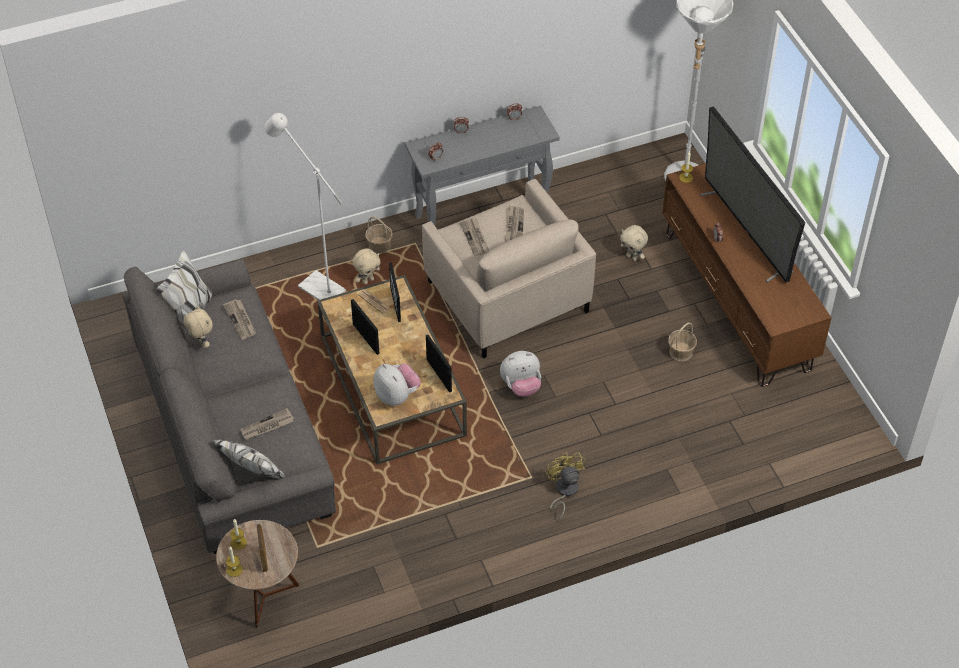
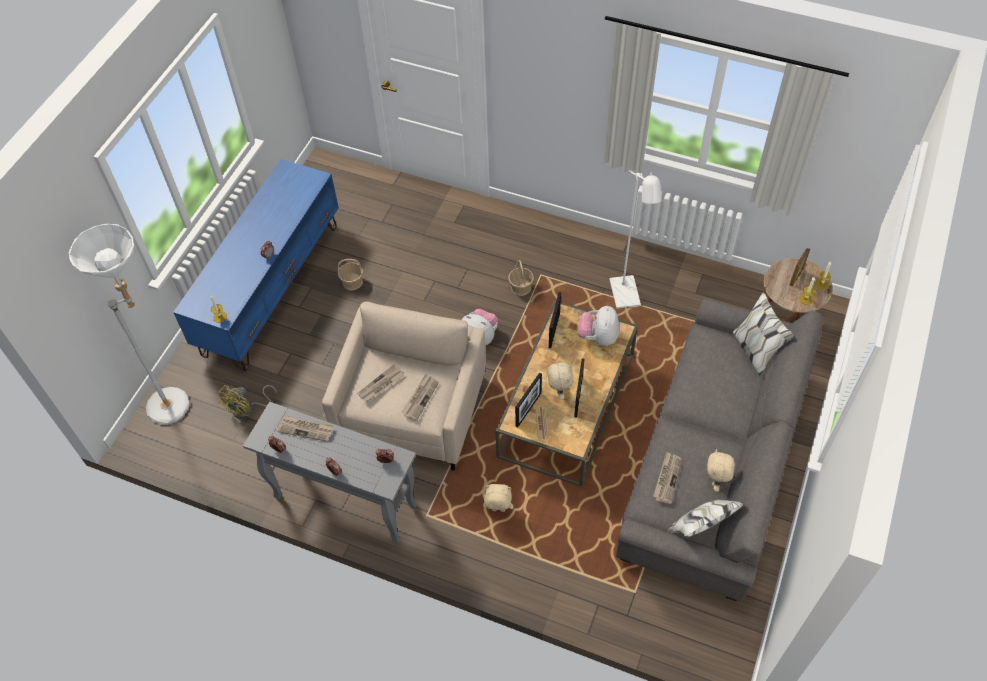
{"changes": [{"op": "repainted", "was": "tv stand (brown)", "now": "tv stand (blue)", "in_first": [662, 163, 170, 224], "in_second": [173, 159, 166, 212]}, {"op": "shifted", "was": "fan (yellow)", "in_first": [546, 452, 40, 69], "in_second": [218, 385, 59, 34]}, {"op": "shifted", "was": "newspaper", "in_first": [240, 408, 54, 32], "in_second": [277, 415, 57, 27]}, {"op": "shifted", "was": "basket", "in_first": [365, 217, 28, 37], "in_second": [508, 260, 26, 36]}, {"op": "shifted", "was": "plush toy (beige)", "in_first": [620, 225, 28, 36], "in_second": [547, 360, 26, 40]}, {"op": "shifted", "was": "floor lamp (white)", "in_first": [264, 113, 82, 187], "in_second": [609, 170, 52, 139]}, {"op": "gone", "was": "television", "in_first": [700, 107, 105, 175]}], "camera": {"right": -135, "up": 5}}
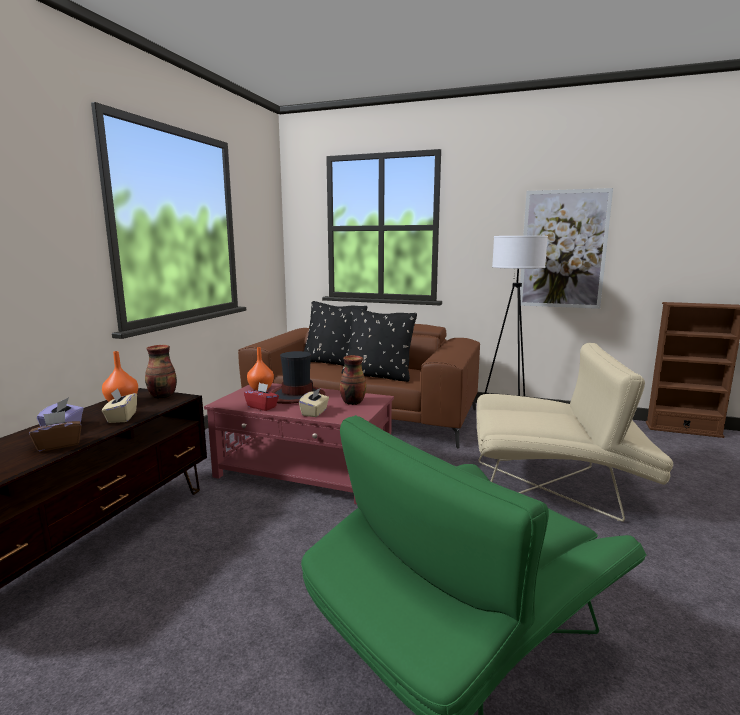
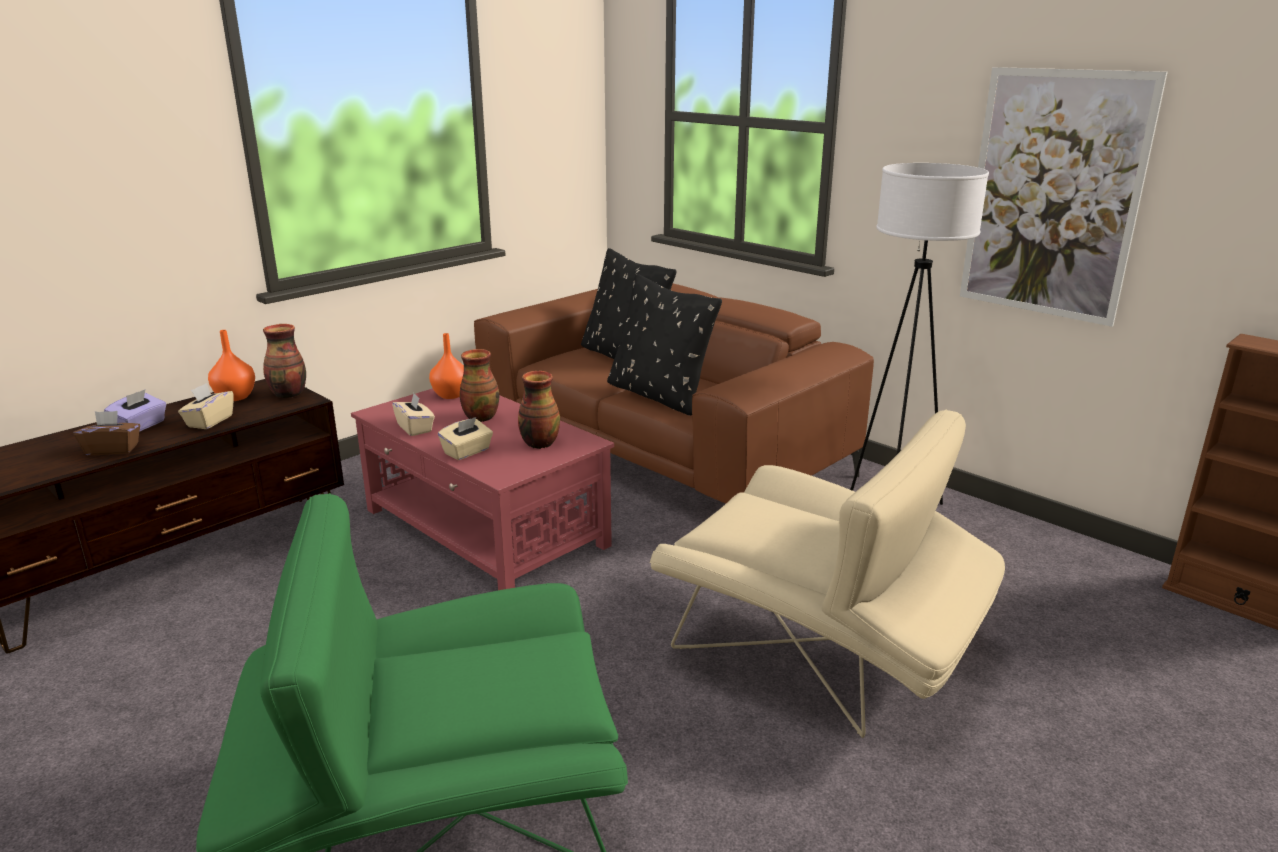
{"changes": [{"op": "repainted", "was": "tissue box (red)", "now": "tissue box (beige)", "in_first": [244, 383, 35, 28], "in_second": [392, 393, 43, 43]}, {"op": "swapped", "was": "hat", "now": "vase", "in_first": [271, 351, 55, 53], "in_second": [460, 349, 39, 73]}], "camera": {"right": 25, "up": 10}}
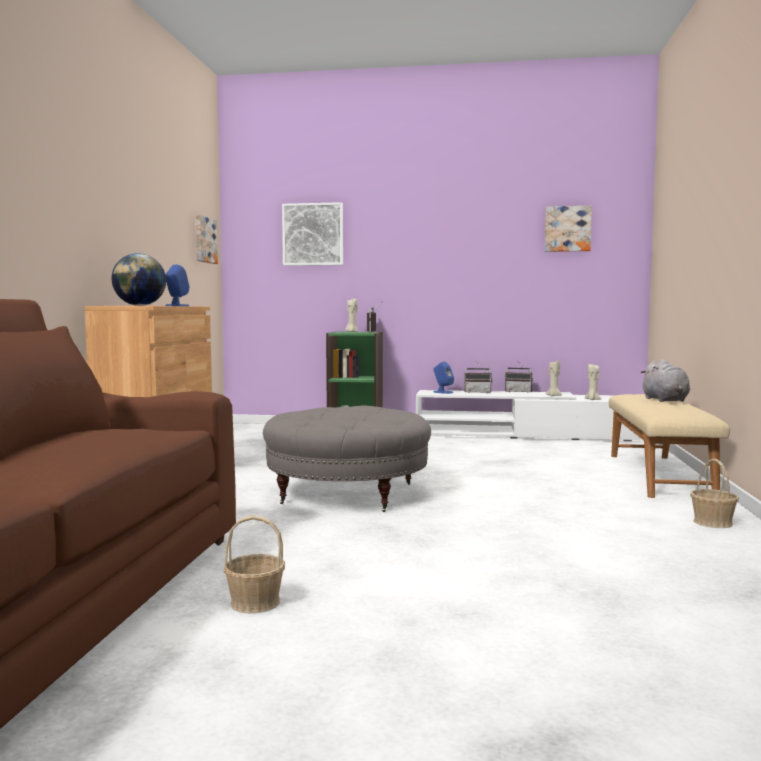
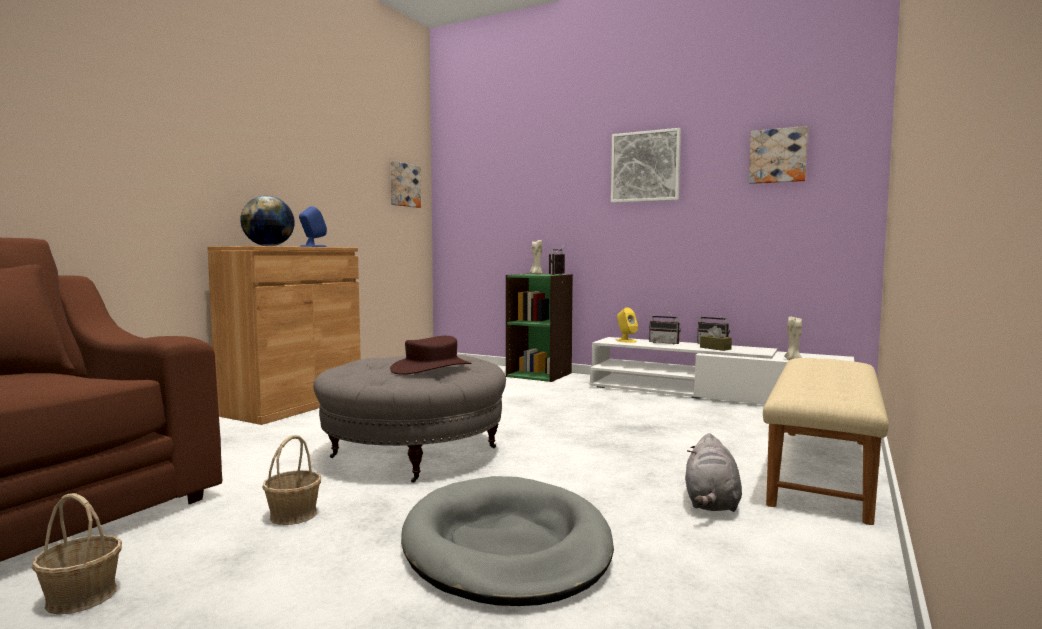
{"changes": [{"op": "shifted", "was": "basket", "in_first": [690, 459, 49, 69], "in_second": [262, 435, 59, 90]}, {"op": "new", "now": "hat (brown)", "in_second": [390, 336, 81, 39]}, {"op": "new", "now": "dog bed (grey)", "in_second": [401, 476, 213, 130]}, {"op": "shifted", "was": "picture", "in_first": [282, 202, 61, 64], "in_second": [611, 128, 70, 75]}, {"op": "repainted", "was": "speaker (blue)", "now": "speaker (yellow)", "in_first": [434, 361, 20, 33], "in_second": [616, 307, 22, 36]}, {"op": "shifted", "was": "plush toy (grey)", "in_first": [640, 359, 50, 43], "in_second": [685, 433, 57, 79]}, {"op": "new", "now": "tissue box (brown)", "in_second": [700, 326, 32, 25]}, {"op": "gone", "was": "candle (beige)", "in_first": [545, 361, 17, 35]}], "camera": {"right": 20, "up": 0}}
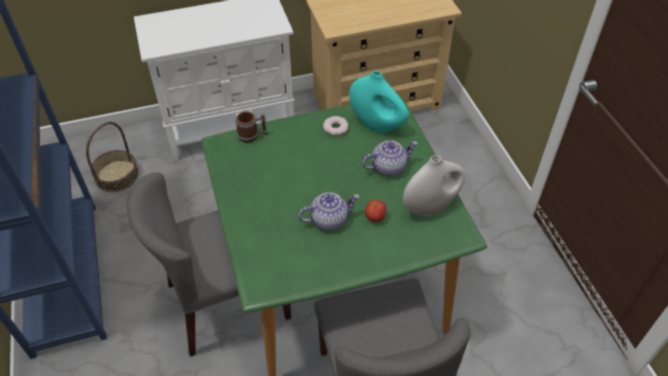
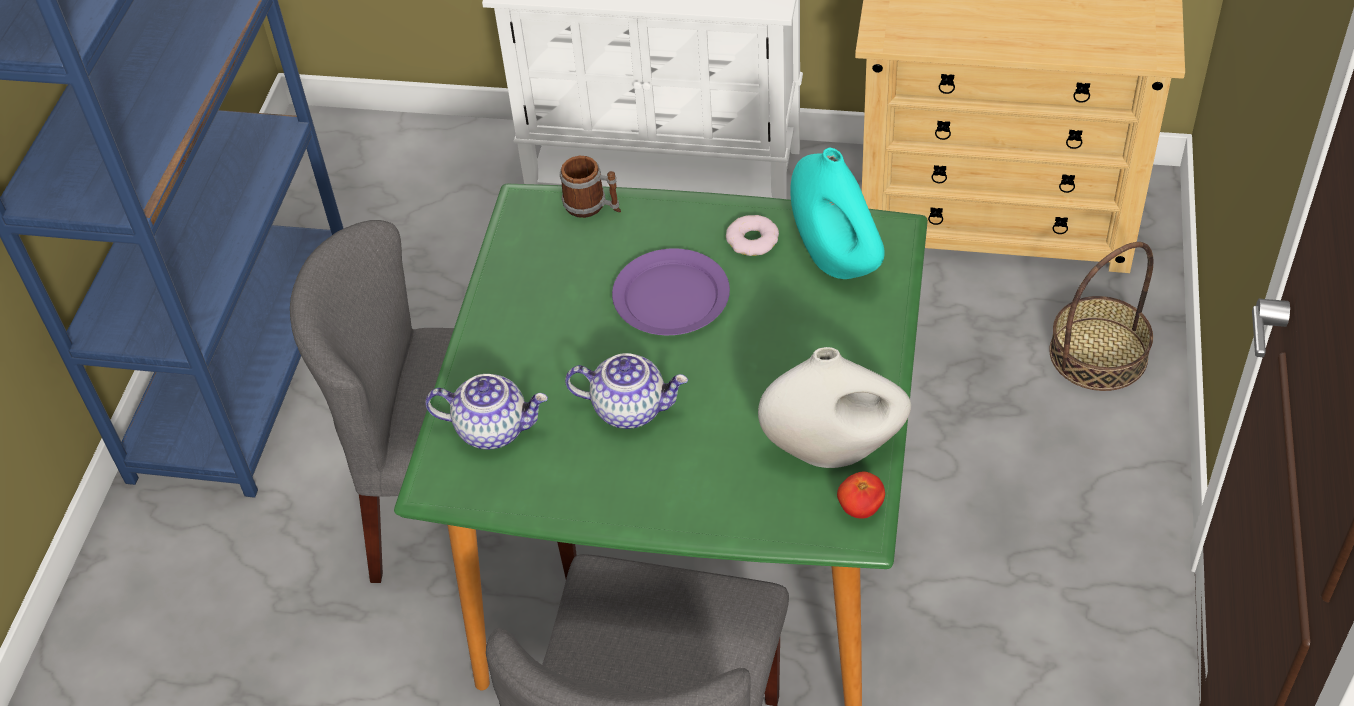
{"changes": [{"op": "shifted", "was": "teapot", "in_first": [362, 140, 56, 36], "in_second": [425, 374, 123, 75]}, {"op": "new", "now": "plate (purple)", "in_second": [612, 248, 118, 87]}, {"op": "shifted", "was": "tomato", "in_first": [365, 200, 22, 22], "in_second": [837, 471, 48, 48]}, {"op": "shifted", "was": "basket", "in_first": [86, 122, 53, 70], "in_second": [1049, 242, 105, 149]}], "camera": {"right": 30, "up": 0}}
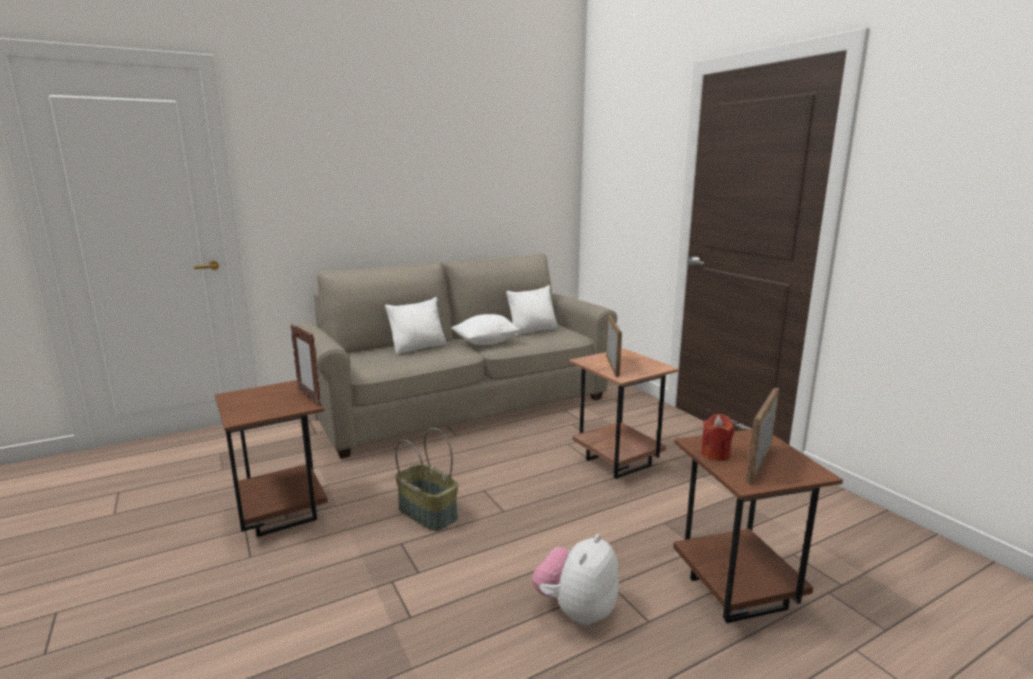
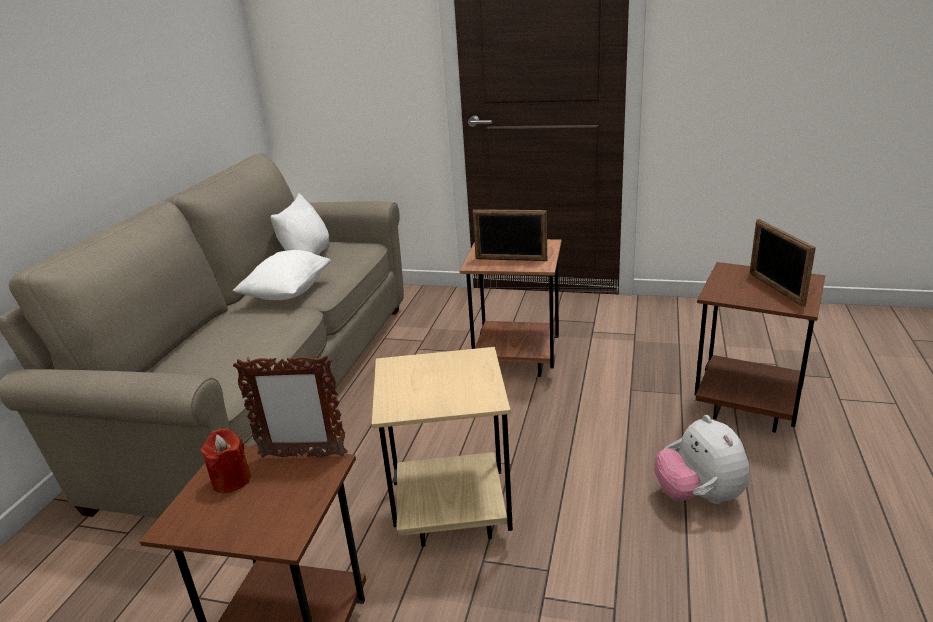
{"changes": [{"op": "shifted", "was": "candle (red)", "in_first": [701, 414, 33, 47], "in_second": [201, 428, 50, 65]}, {"op": "swapped", "was": "basket", "now": "side table (beige)", "in_first": [395, 428, 63, 103], "in_second": [372, 347, 141, 200]}, {"op": "rotated", "was": "picture frame", "in_first": [606, 315, 16, 62], "in_second": [473, 209, 74, 52], "clockwise": 150}, {"op": "gone", "was": "pillow (white)", "in_first": [385, 297, 62, 58]}], "camera": {"right": -45, "up": 10}}
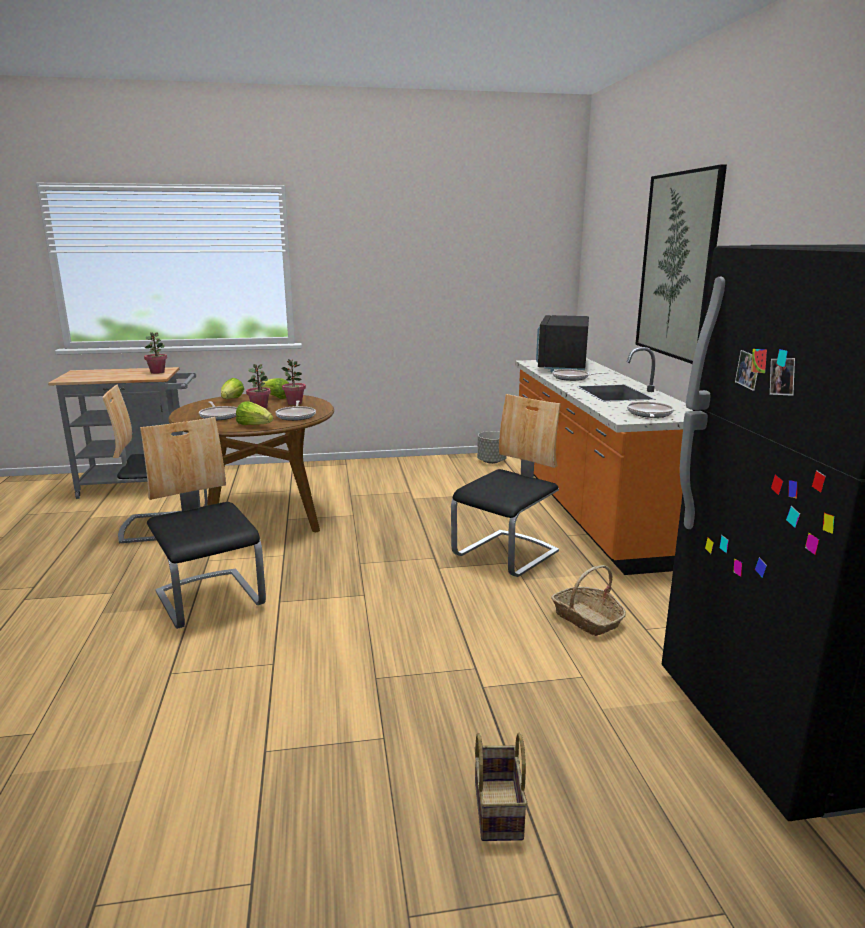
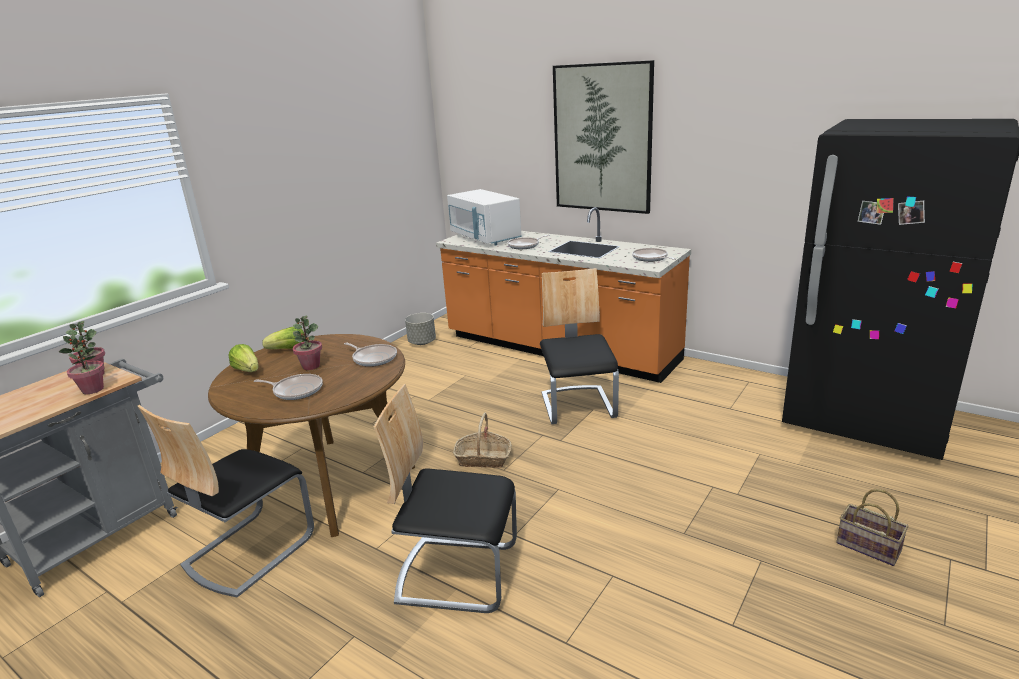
{"changes": [{"op": "shifted", "was": "potted plant", "in_first": [282, 359, 24, 46], "in_second": [59, 334, 46, 60]}, {"op": "repainted", "was": "microwave (black)", "now": "microwave (white)", "in_first": [536, 315, 53, 57], "in_second": [447, 189, 75, 56]}, {"op": "shifted", "was": "basket", "in_first": [551, 565, 75, 71], "in_second": [453, 412, 59, 56]}, {"op": "gone", "was": "lettuce", "in_first": [236, 401, 37, 24]}], "camera": {"right": -45, "up": 5}}
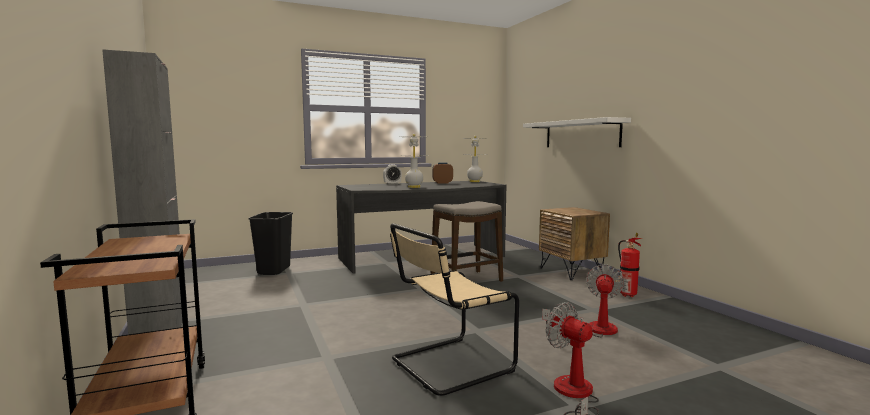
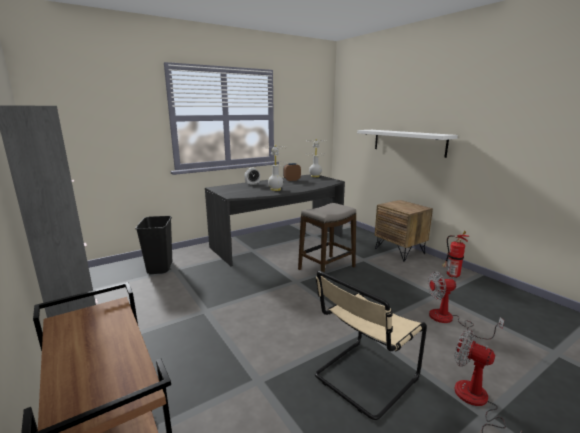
{"changes": [{"op": "rotated", "was": "fan", "in_first": [542, 264, 82, 73], "in_second": [428, 271, 76, 69], "clockwise": -105}], "camera": {"right": -10, "up": 10}}
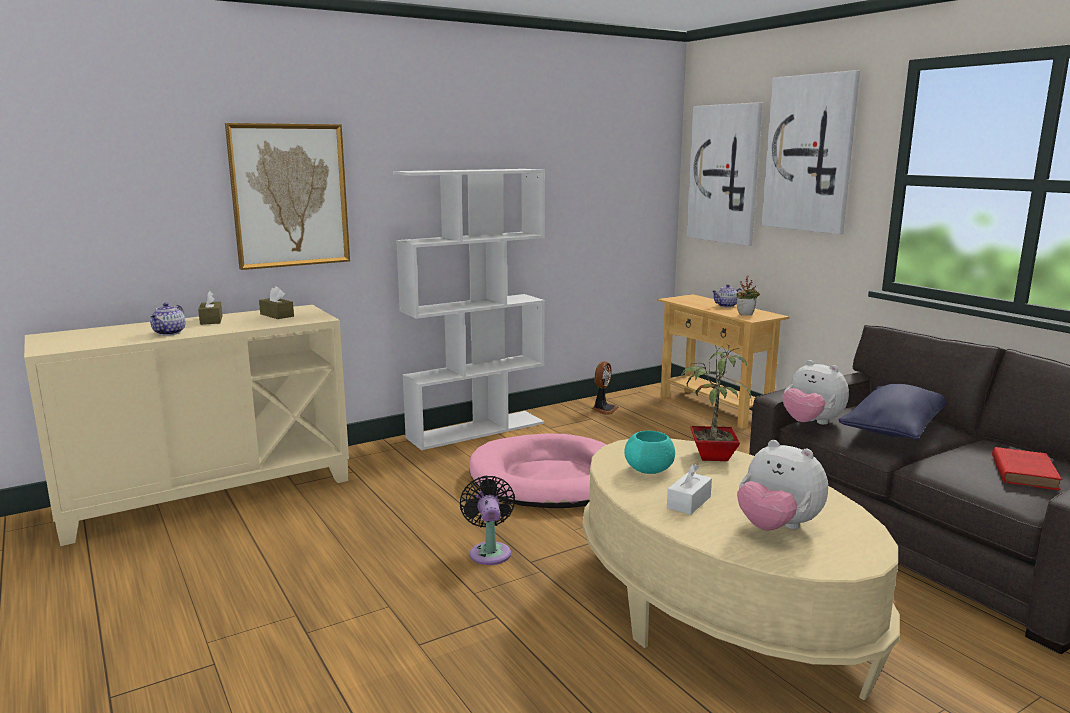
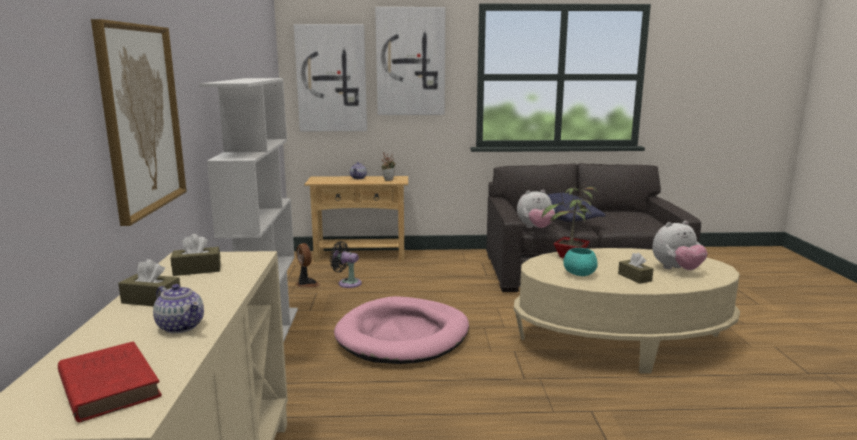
{"changes": [{"op": "shifted", "was": "book (red)", "in_first": [992, 447, 70, 43], "in_second": [58, 342, 104, 80]}, {"op": "shifted", "was": "fan (black)", "in_first": [460, 476, 55, 89], "in_second": [330, 241, 32, 47]}, {"op": "repainted", "was": "tissue box (white)", "now": "tissue box (brown)", "in_first": [667, 464, 45, 51], "in_second": [618, 252, 35, 32]}], "camera": {"right": -60, "up": 0}}
